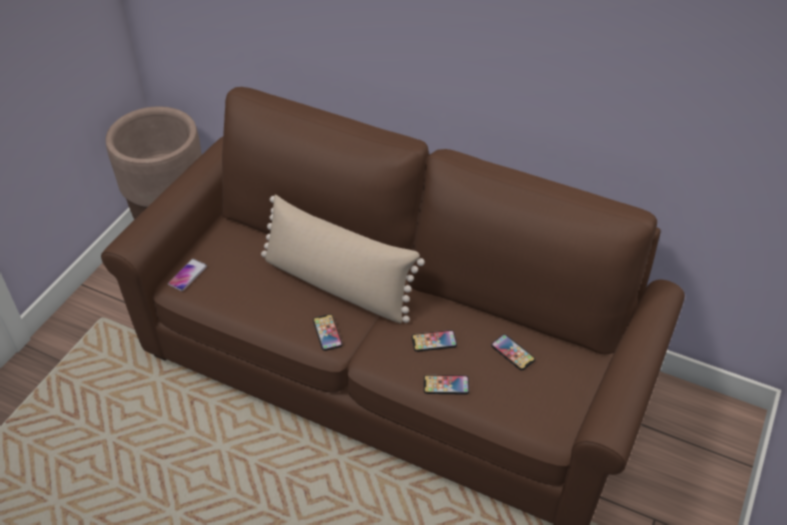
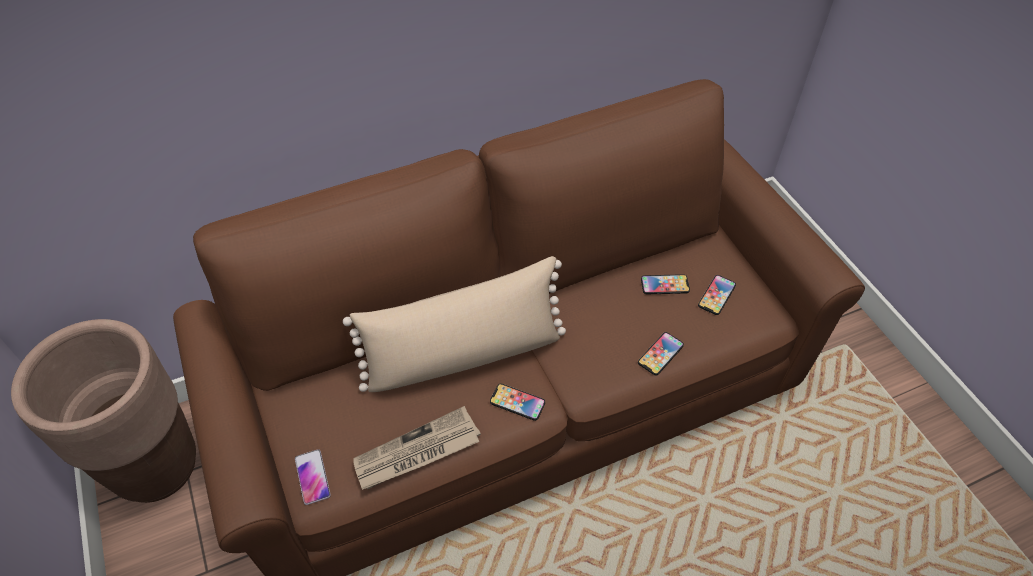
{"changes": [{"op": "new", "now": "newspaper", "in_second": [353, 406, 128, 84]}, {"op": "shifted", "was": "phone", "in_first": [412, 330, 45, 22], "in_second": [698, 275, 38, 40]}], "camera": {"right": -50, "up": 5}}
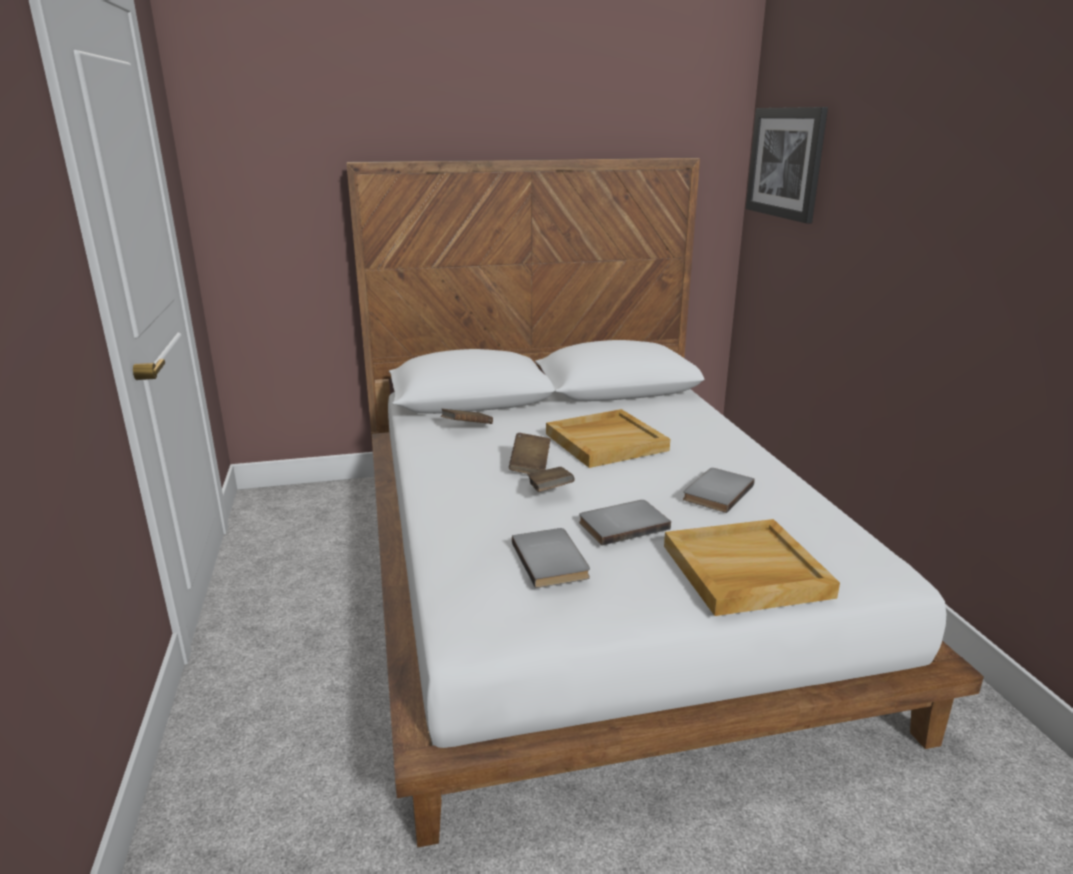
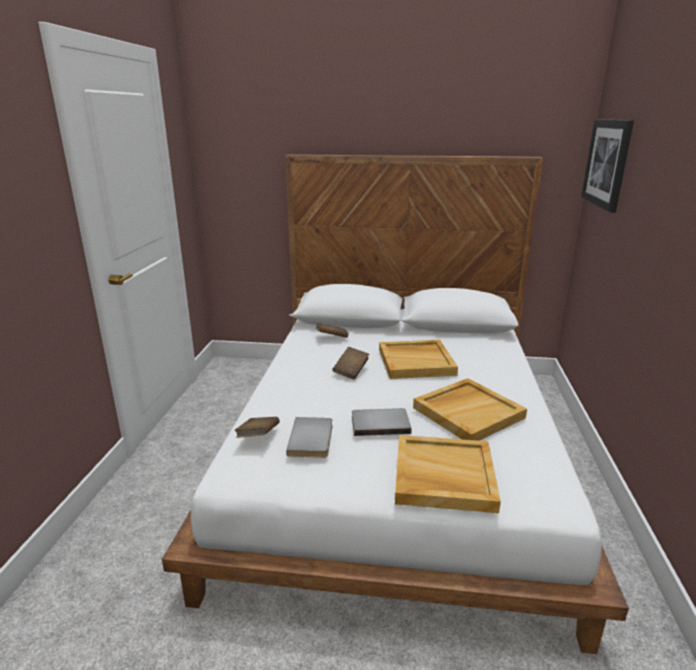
{"changes": [{"op": "shifted", "was": "book (brown)", "in_first": [528, 467, 47, 25], "in_second": [235, 417, 45, 21]}, {"op": "swapped", "was": "book (grey)", "now": "tray (beige)", "in_first": [683, 468, 72, 45], "in_second": [413, 378, 114, 63]}], "camera": {"right": 20, "up": 0}}
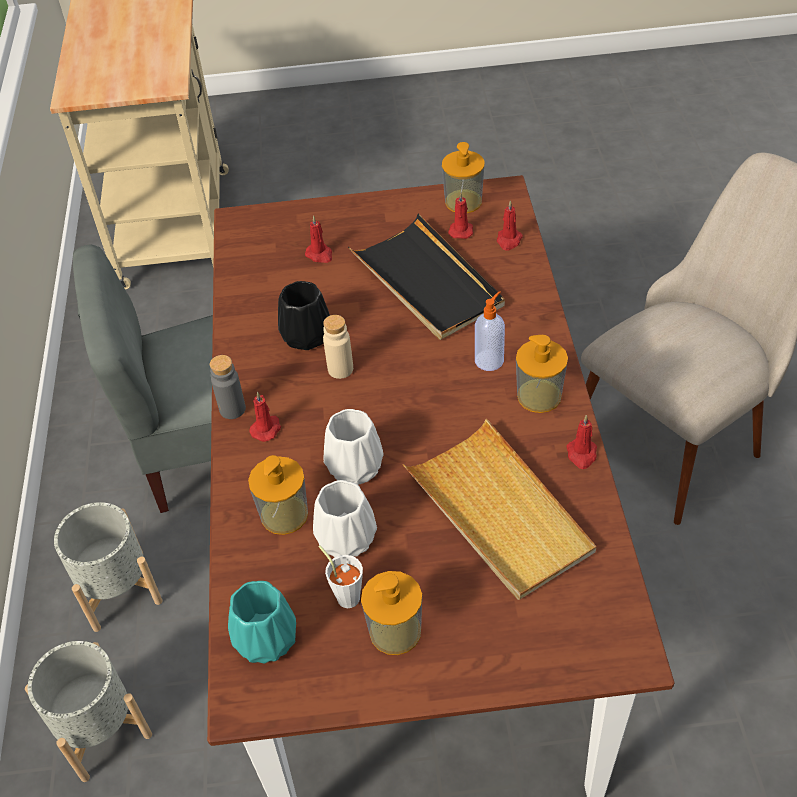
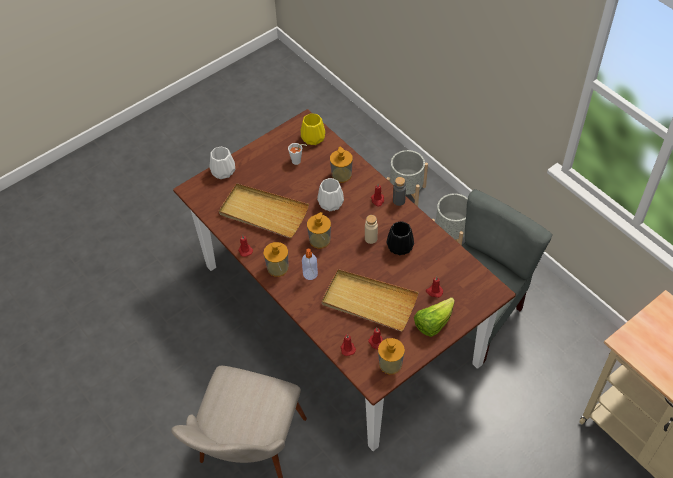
{"changes": [{"op": "shifted", "was": "vase (white)", "in_first": [313, 480, 64, 77], "in_second": [209, 147, 26, 32]}, {"op": "repainted", "was": "vase (turquoise)", "now": "vase (yellow)", "in_first": [228, 581, 68, 83], "in_second": [301, 113, 25, 32]}, {"op": "shifted", "was": "soap dispenser", "in_first": [361, 571, 61, 84], "in_second": [307, 212, 24, 37]}, {"op": "repainted", "was": "tray (black)", "now": "tray (beige)", "in_first": [348, 213, 157, 127], "in_second": [322, 269, 97, 63]}, {"op": "new", "now": "lettuce", "in_second": [414, 297, 41, 40]}], "camera": {"right": 145, "up": 5}}
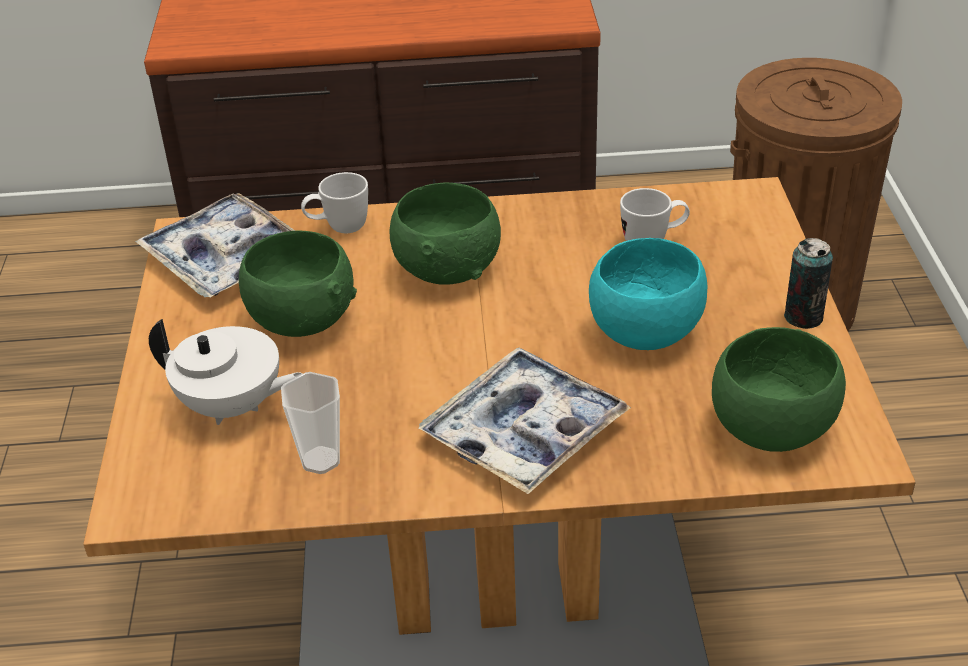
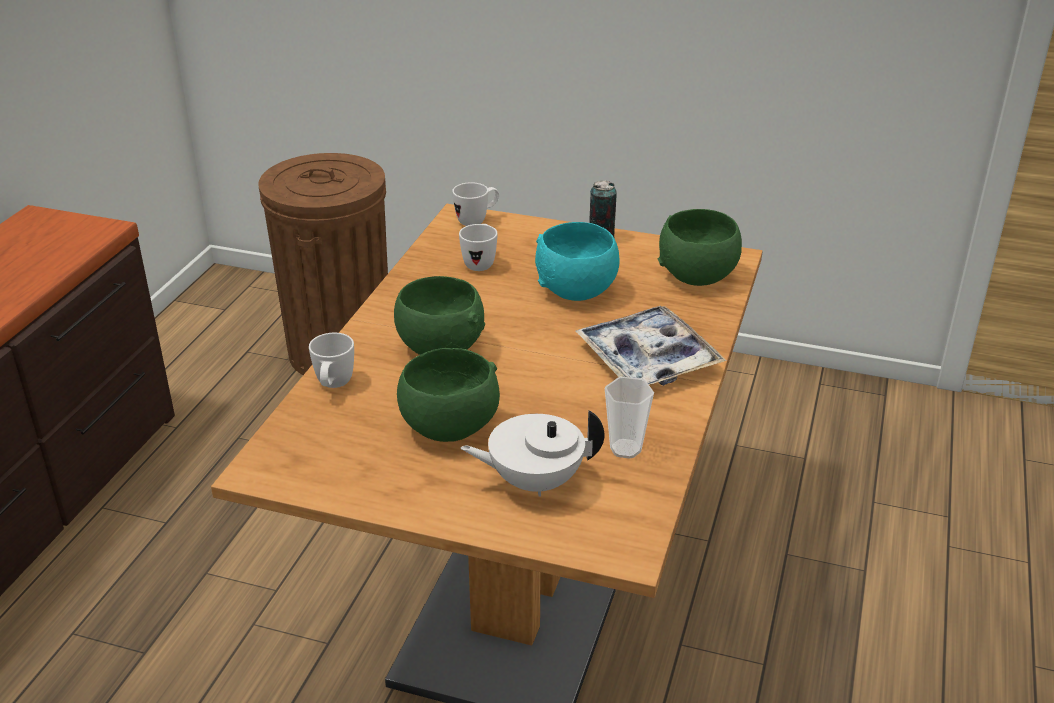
{"changes": [{"op": "new", "now": "mug (white)", "in_second": [452, 182, 47, 44]}, {"op": "rotated", "was": "teapot (white)", "in_first": [149, 319, 154, 106], "in_second": [461, 410, 144, 87], "clockwise": -135}, {"op": "gone", "was": "tray", "in_first": [135, 193, 160, 105]}], "camera": {"right": -70, "up": -5}}
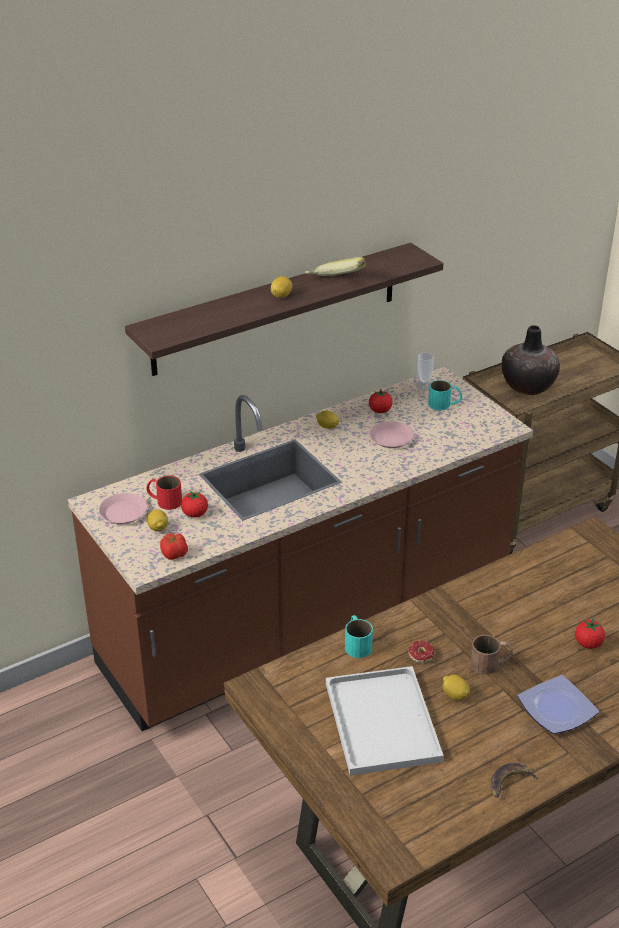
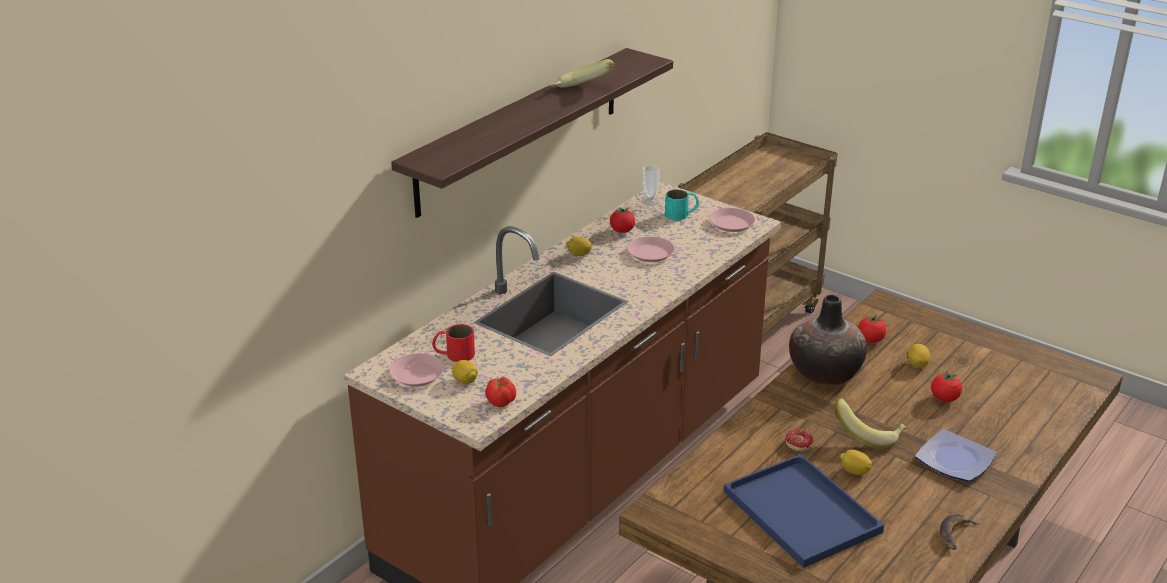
{"changes": [{"op": "new", "now": "plate (pink)", "in_second": [709, 208, 46, 24]}, {"op": "repainted", "was": "tray (white)", "now": "tray (blue)", "in_first": [326, 666, 118, 110], "in_second": [724, 454, 160, 114]}, {"op": "shifted", "was": "vase", "in_first": [502, 325, 58, 70], "in_second": [789, 295, 78, 91]}, {"op": "swapped", "was": "mug (brown)", "now": "banana", "in_first": [470, 635, 43, 39], "in_second": [834, 398, 73, 51]}, {"op": "shifted", "was": "tomato", "in_first": [181, 491, 27, 27], "in_second": [858, 314, 29, 29]}, {"op": "shifted", "was": "lemon", "in_first": [271, 276, 21, 22], "in_second": [908, 344, 22, 24]}, {"op": "gone", "was": "mug (turquoise)", "in_first": [345, 615, 28, 43]}], "camera": {"right": -20, "up": -5}}
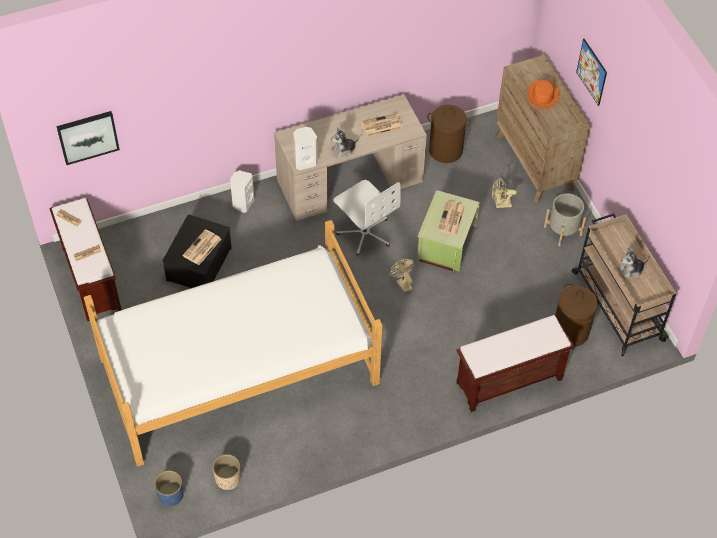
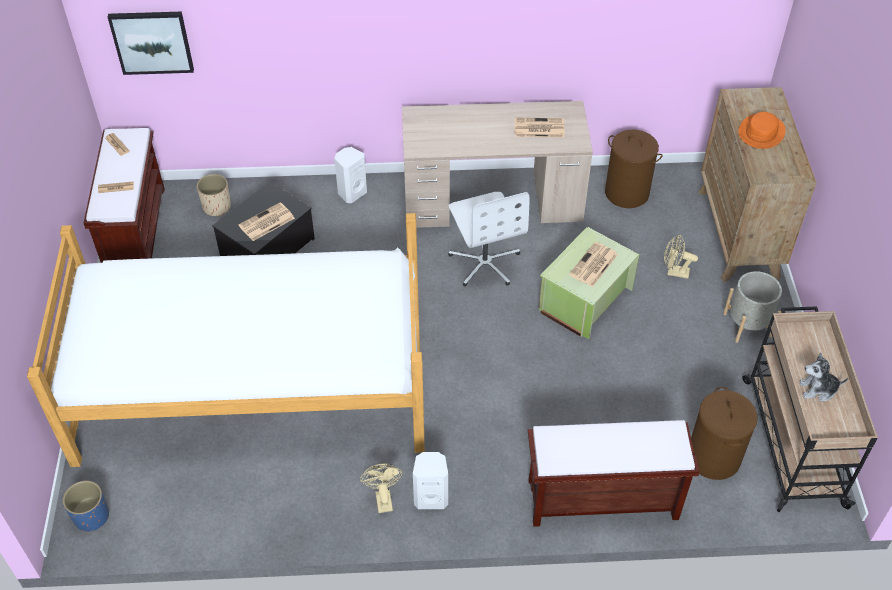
{"changes": [{"op": "shifted", "was": "planter (beige)", "in_first": [213, 454, 28, 36], "in_second": [197, 174, 34, 42]}, {"op": "shifted", "was": "fan (beige)", "in_first": [390, 259, 24, 34], "in_second": [360, 464, 43, 49]}, {"op": "shifted", "was": "speaker (white)", "in_first": [293, 127, 25, 43], "in_second": [413, 452, 35, 57]}, {"op": "gone", "was": "plush toy", "in_first": [331, 127, 28, 31]}, {"op": "gone", "was": "picture", "in_first": [576, 39, 31, 67]}], "camera": {"right": 20, "up": -5}}
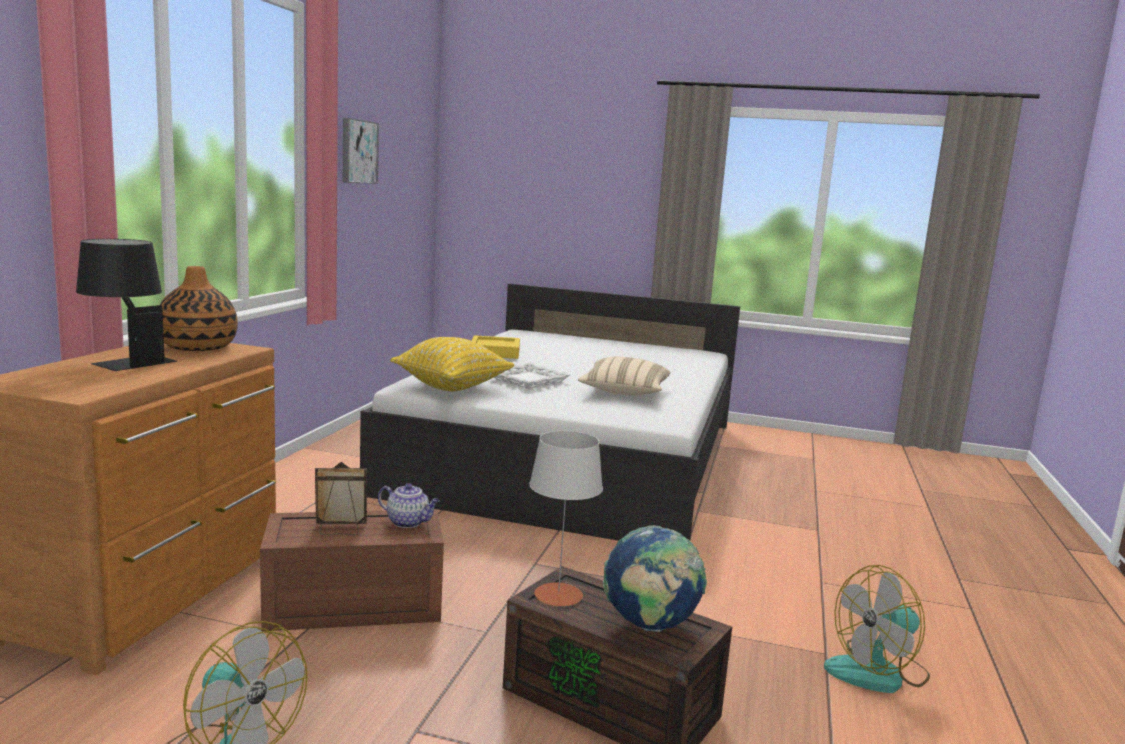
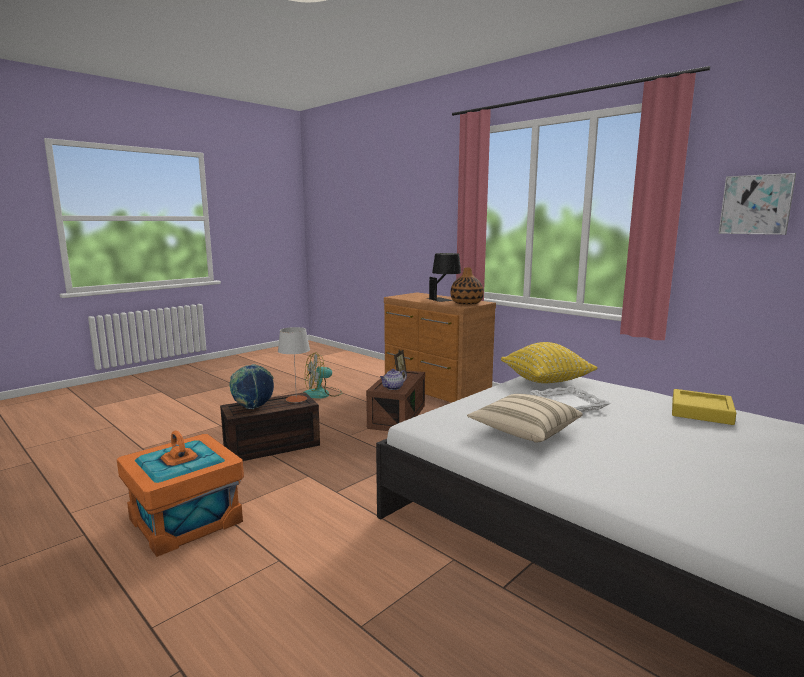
{"changes": [{"op": "swapped", "was": "fan", "now": "storage box (orange)", "in_first": [824, 565, 106, 128], "in_second": [117, 431, 127, 126]}], "camera": {"right": 120, "up": 0}}
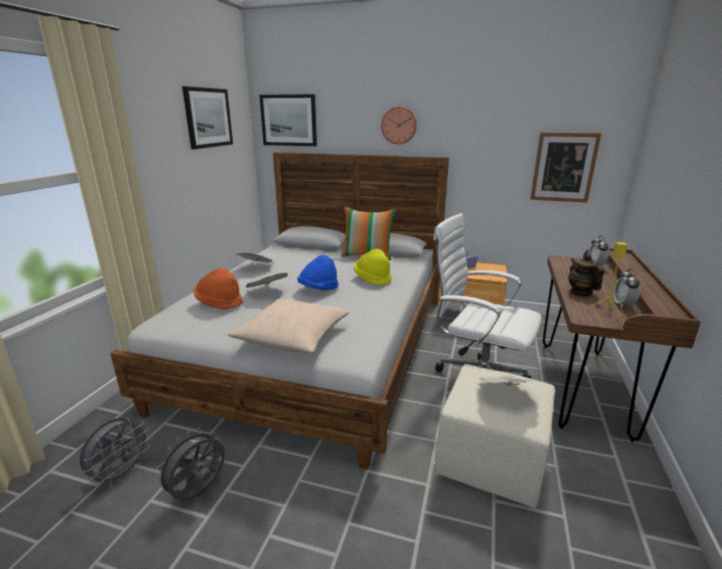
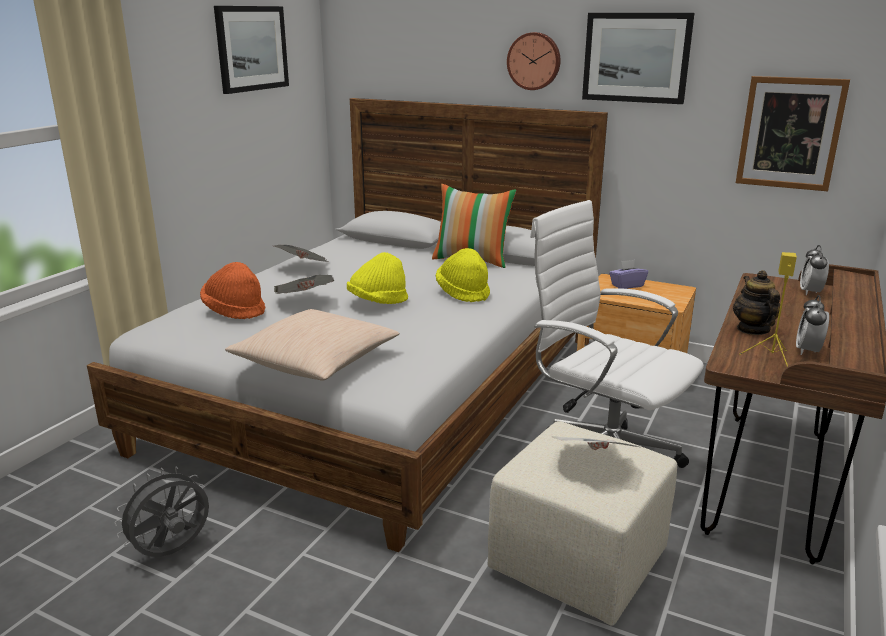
{"changes": [{"op": "repainted", "was": "hat (blue)", "now": "hat (yellow)", "in_first": [297, 255, 42, 35], "in_second": [347, 252, 61, 52]}, {"op": "shifted", "was": "picture", "in_first": [259, 94, 58, 52], "in_second": [582, 13, 112, 91]}, {"op": "gone", "was": "fan (grey)", "in_first": [80, 418, 71, 69]}], "camera": {"right": 10, "up": 0}}
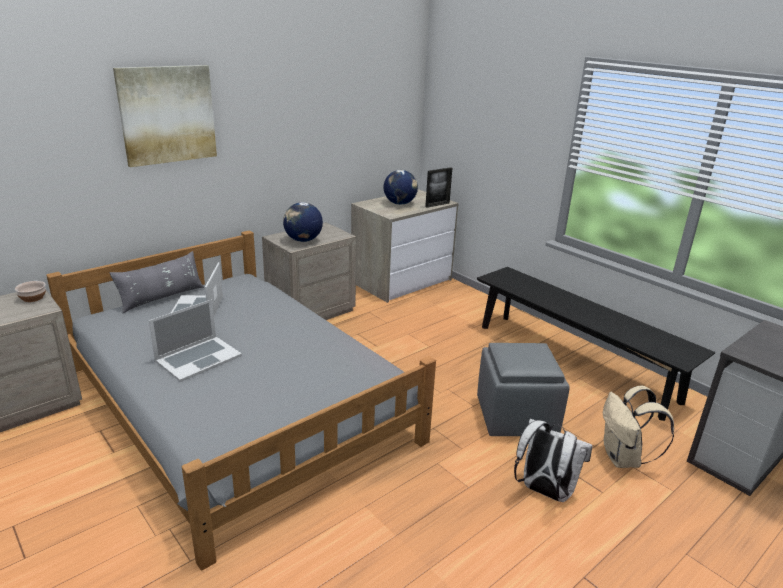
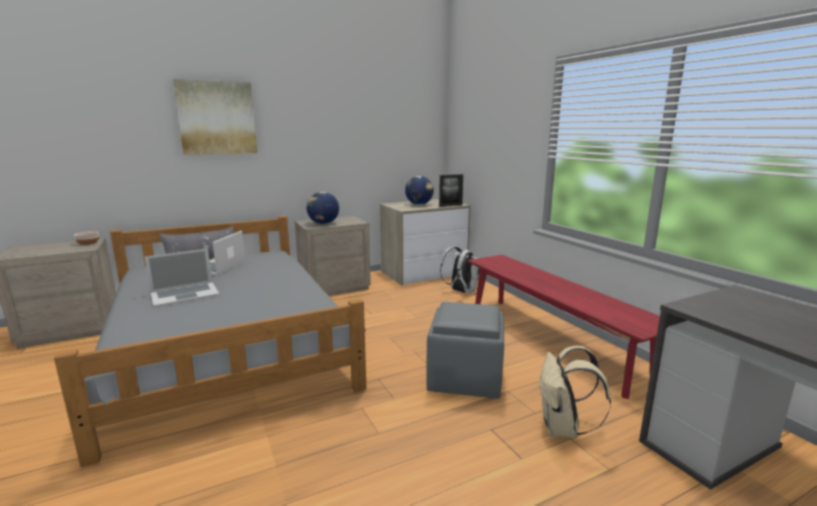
{"changes": [{"op": "shifted", "was": "backpack (white)", "in_first": [514, 418, 79, 84], "in_second": [440, 247, 40, 46]}, {"op": "repainted", "was": "bench (black)", "now": "bench (red)", "in_first": [477, 267, 238, 154], "in_second": [468, 255, 192, 144]}], "camera": {"right": 15, "up": -10}}
